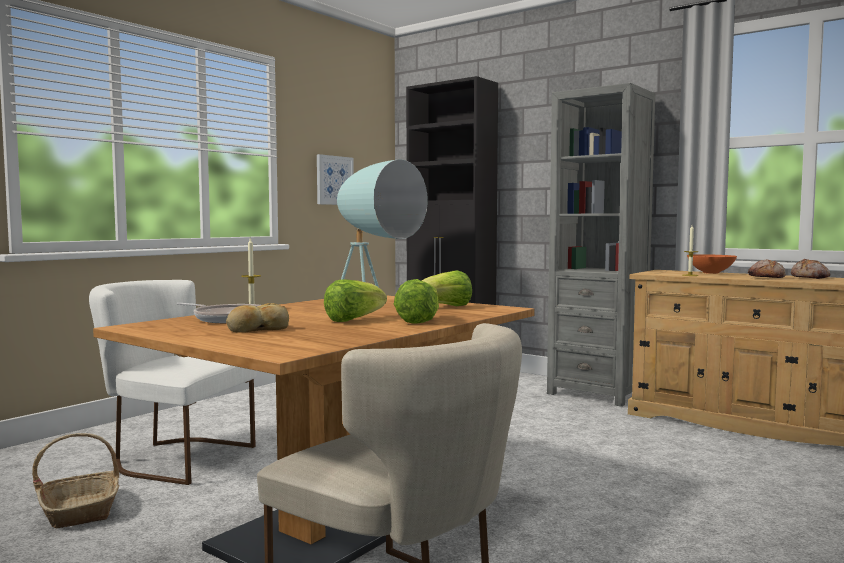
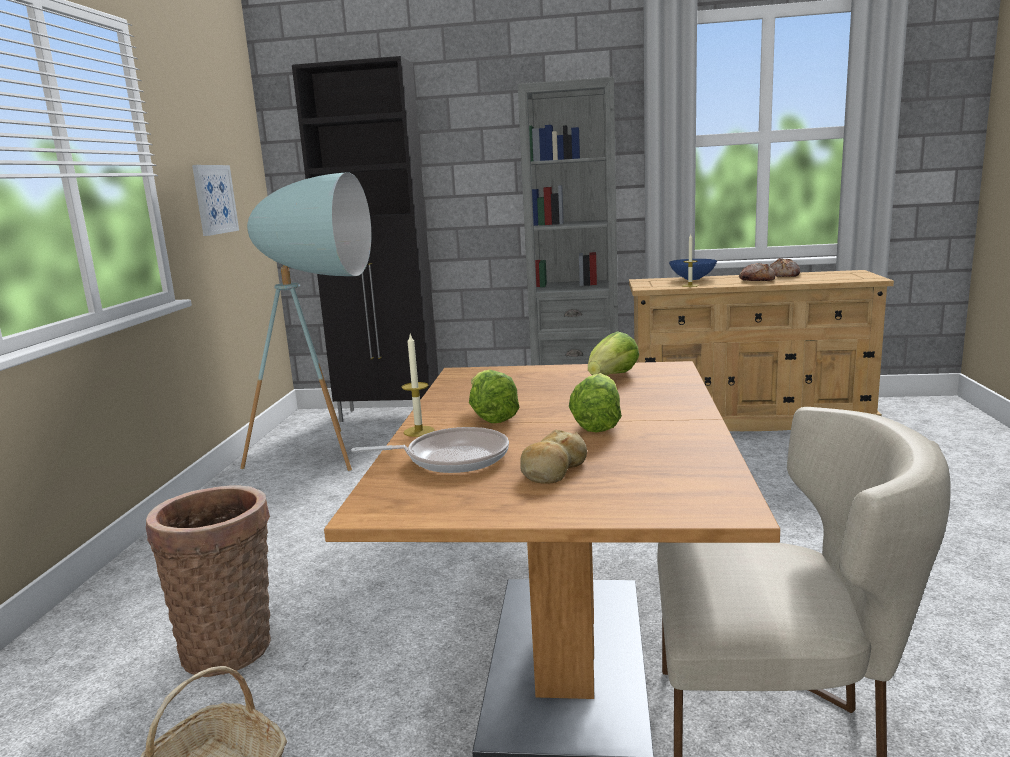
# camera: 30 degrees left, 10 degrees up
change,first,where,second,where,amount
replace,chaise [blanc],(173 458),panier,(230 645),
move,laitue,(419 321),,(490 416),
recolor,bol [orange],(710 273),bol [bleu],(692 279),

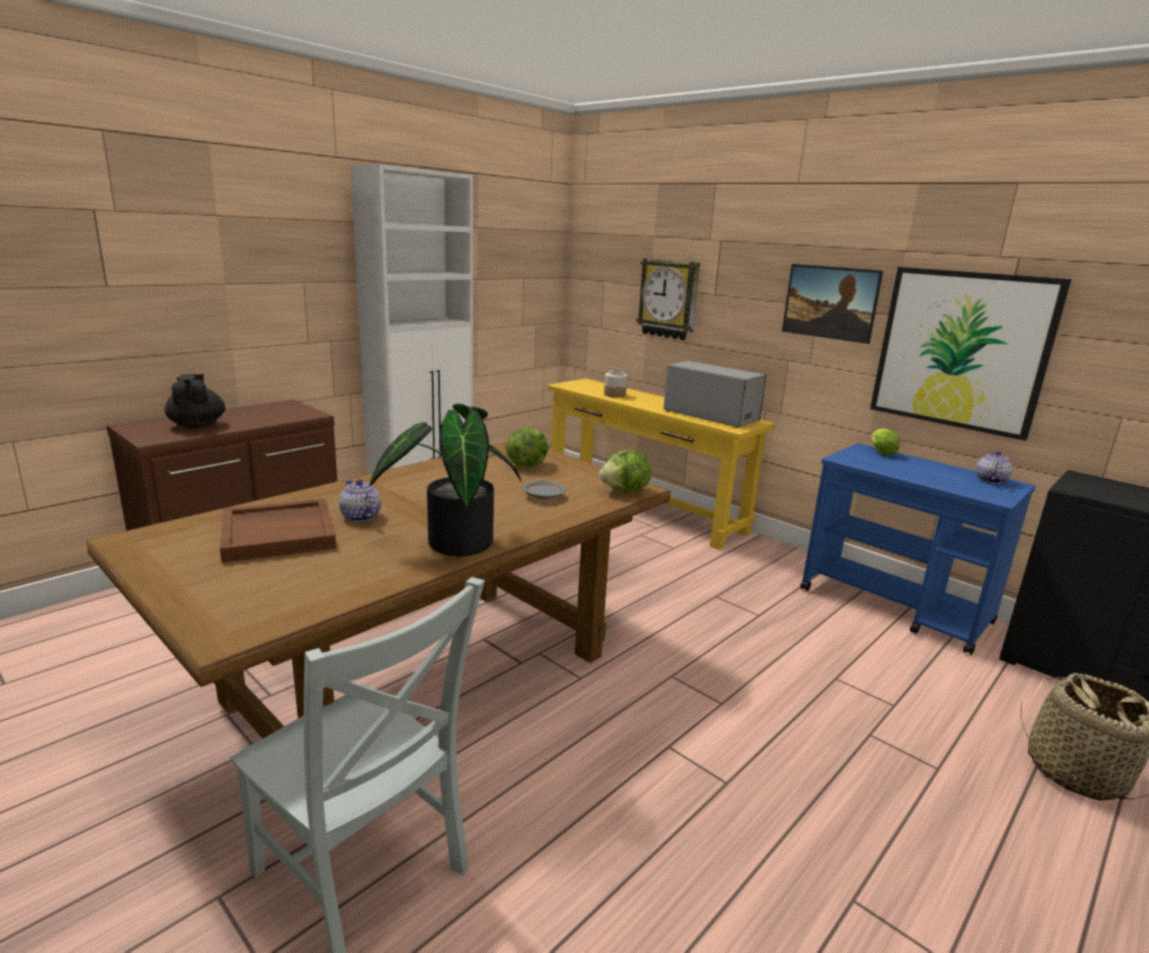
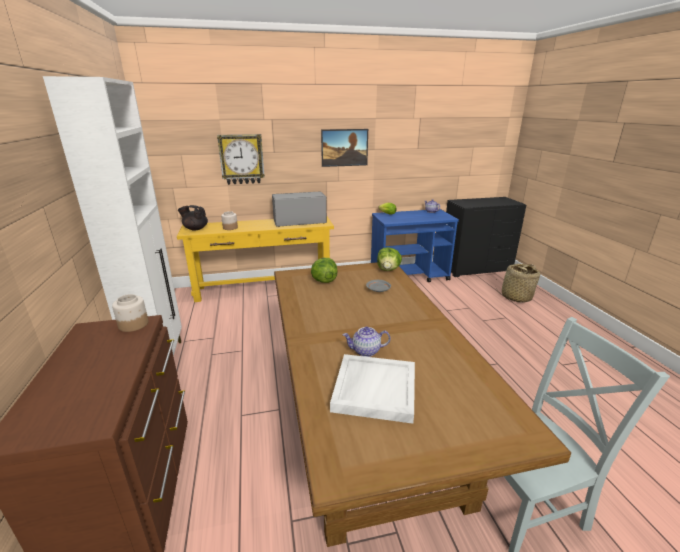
# camera: 55 degrees left, 5 degrees up
change,first,where,second,where,amount
insert,,,bocal,(133 324),
move,théière [noir],(197 425),,(195 229),
recolor,plateau [marron],(279 533),plateau [blanc],(374 389),
delete,plante en pot,(453 541),,,
delete,tableau,(961 350),,,

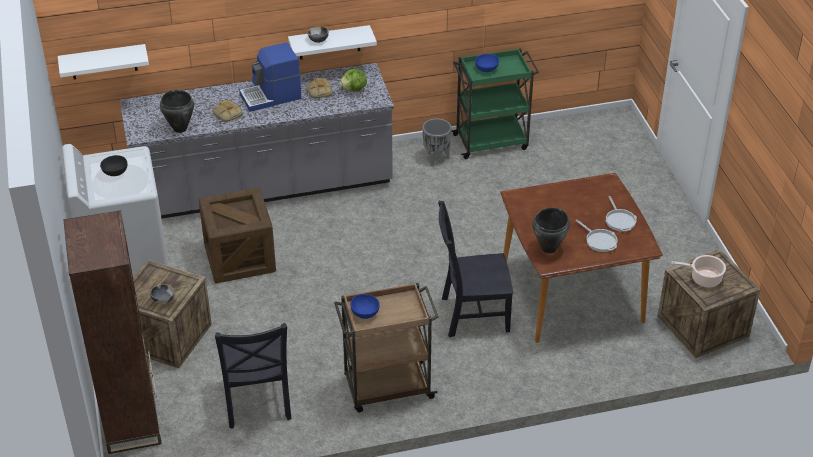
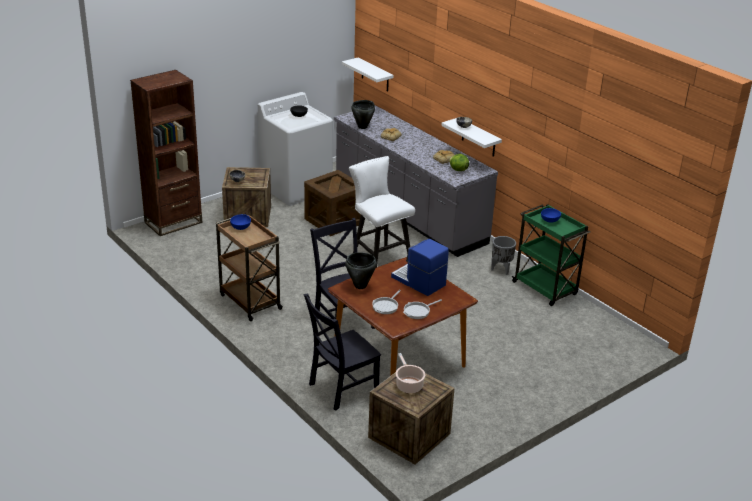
# camera: 65 degrees right, 10 degrees down
change,first,where,second,where,amount
move,chaise [noir],(256 402),,(341 389),
insert,,,tabouret [blanc],(378 259),
move,machine à café,(271 97),,(418 282),

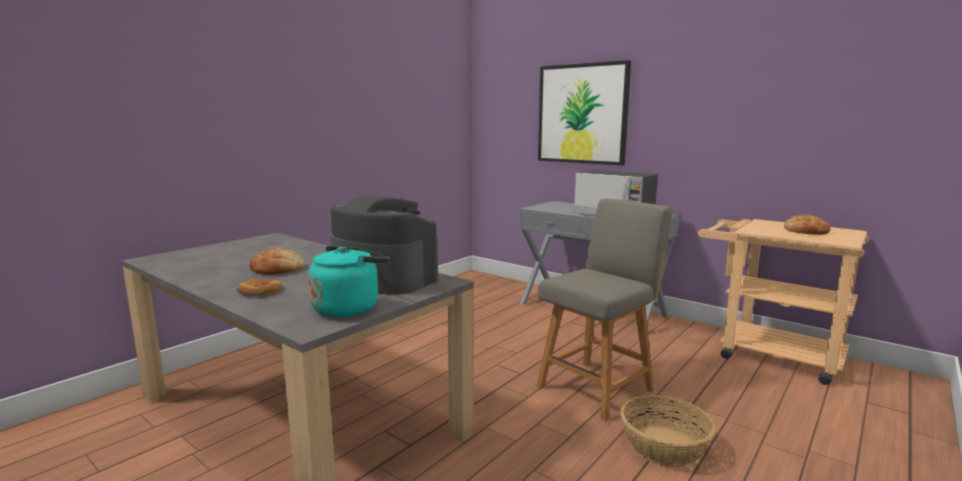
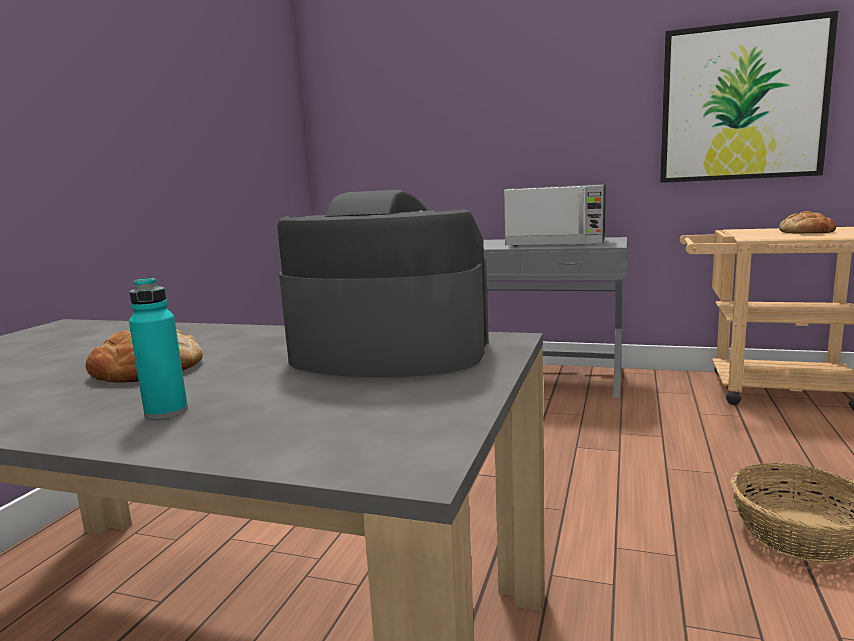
# camera: 20 degrees left, 0 degrees up
change,first,where,second,where,amount
replace,pain,(260 291),bouteille [turquoise],(166 412),
move,tableau,(582 114),,(742 103),
delete,bouilloire [turquoise],(349 308),,,
delete,chaise [gris],(597 387),,,

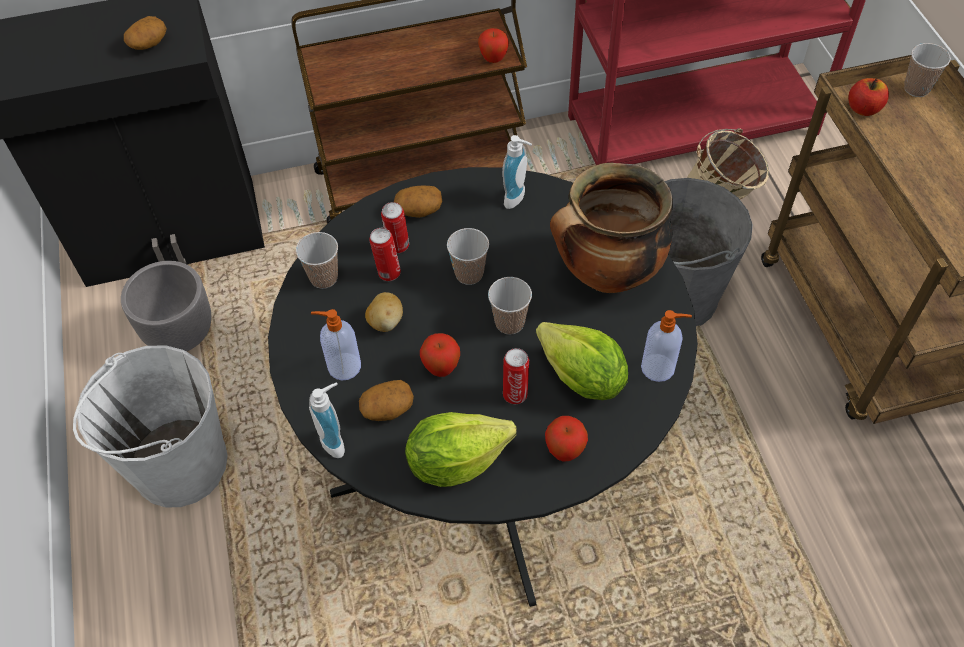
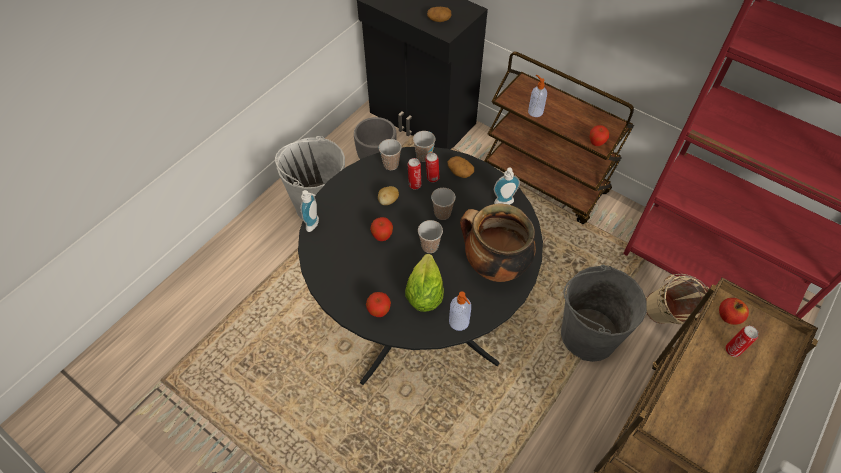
# camera: 50 degrees right, 0 degrees up
change,first,where,second,where,amount
move,tasse,(916 89),,(424 156),
move,distributeur de savon,(343 366),,(535 111),
move,boîte métallique,(515 393),,(733 350),
delete,pomme de terre,(387 409),,,
delete,laitue,(456 461),,,

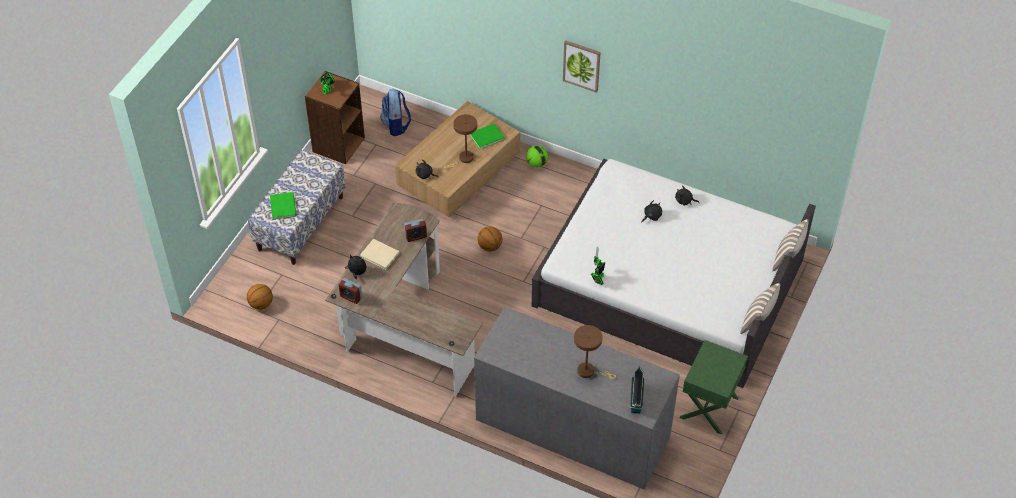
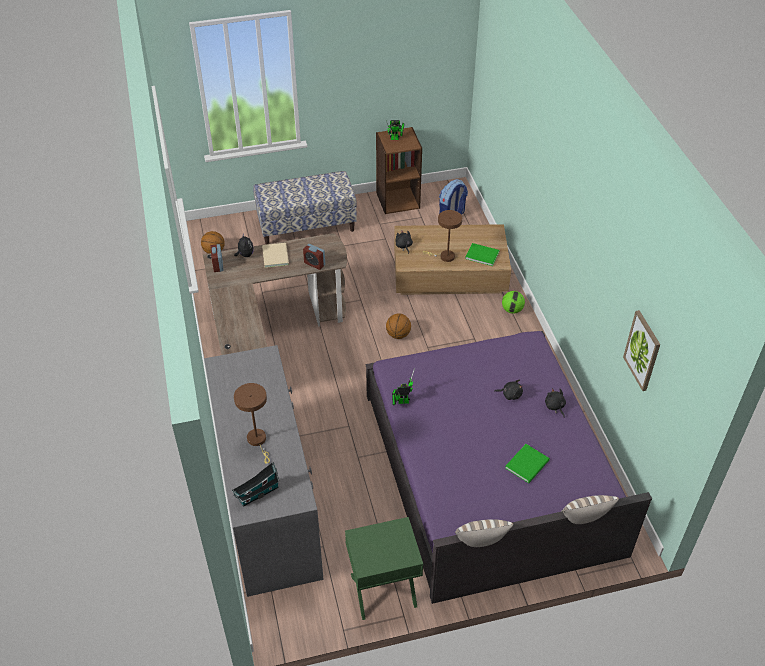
# camera: 50 degrees right, 5 degrees down
change,first,where,second,where,amount
recolor,lit [blanc],(669 283),lit [violet],(489 472),
move,livre [vert],(284 205),,(528 464),
move,tableau,(582 65),,(642 350),

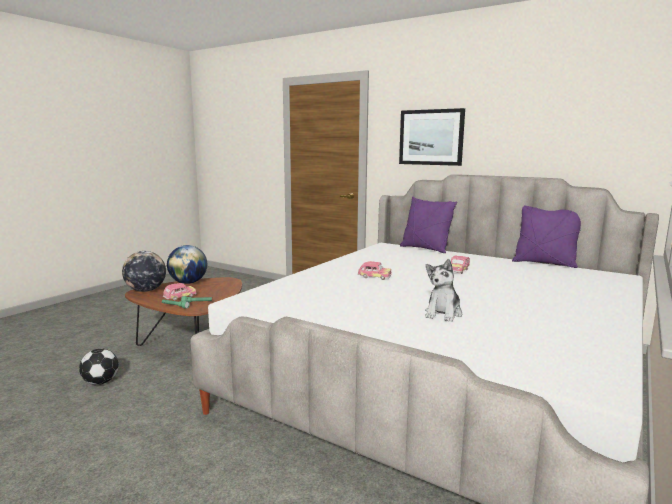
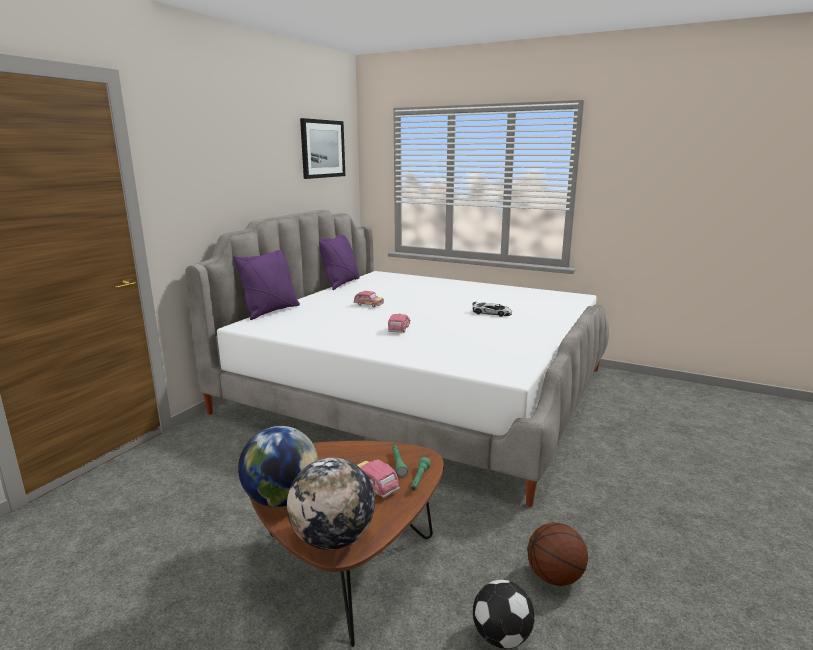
# camera: 95 degrees left, 5 degrees up
change,first,where,second,where,amount
move,tableau,(431 137),,(322 149),
replace,peluche,(443 313),petite voiture,(492 313),
insert,,,ballon de basket,(555 576),

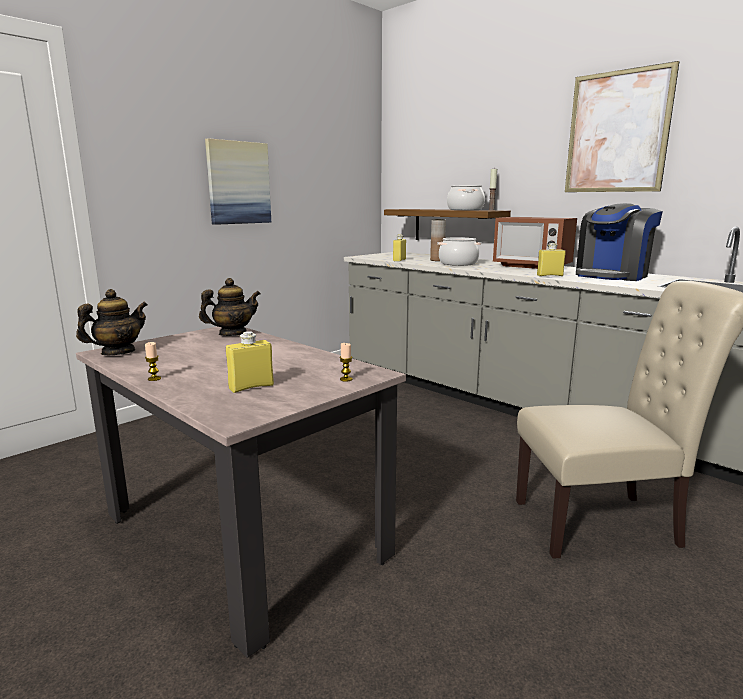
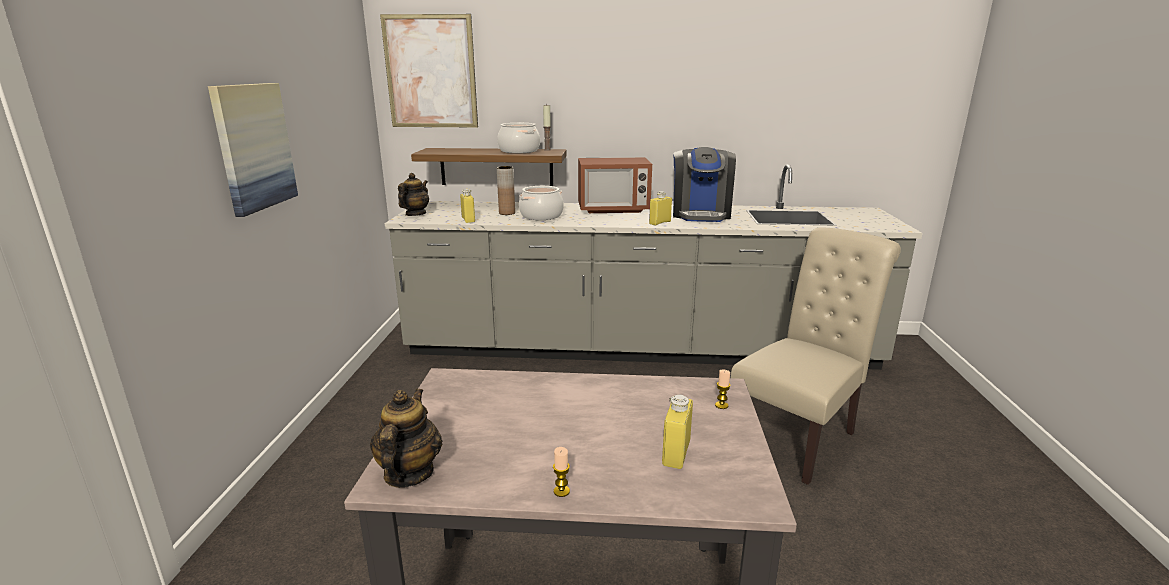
# camera: 40 degrees left, 5 degrees up
change,first,where,second,where,amount
move,tableau,(617 132),,(430 72),
move,théière,(232 334),,(415 214),

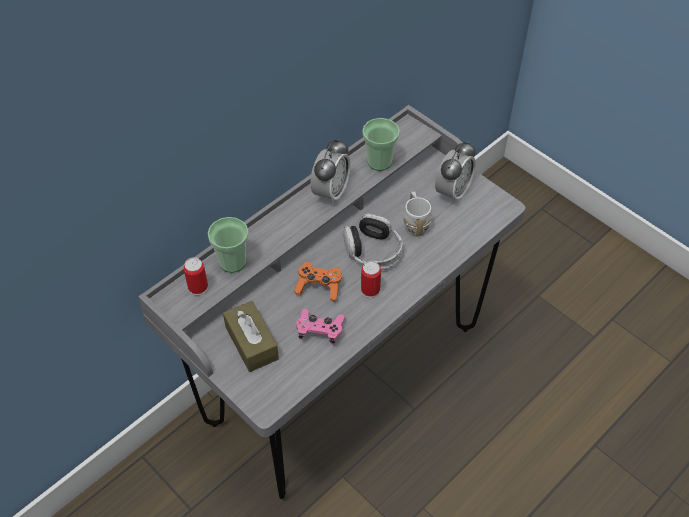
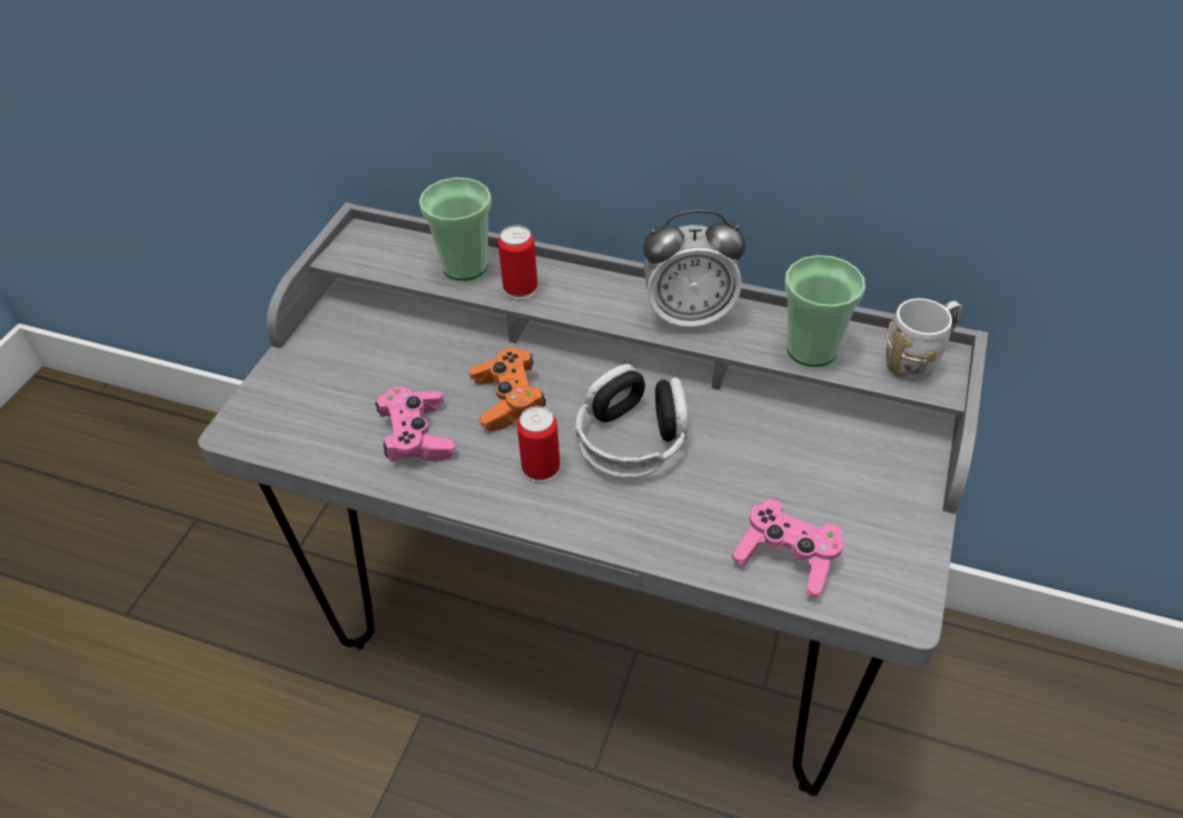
# camera: 65 degrees right, 5 degrees down
change,first,where,second,where,amount
move,boîte métallique,(198 287),,(520 289),
insert,,,manette [rose],(787 558),
move,mug [blanc],(415 223),,(918 360),
delete,boîte à mouchoirs [marron],(251 343),,,
delete,réveil,(452 191),,,

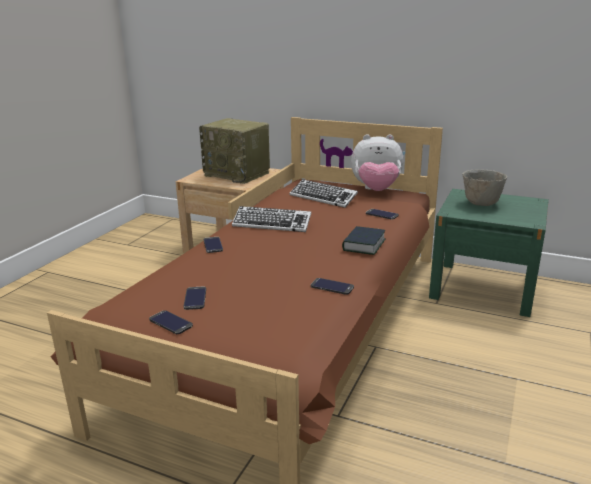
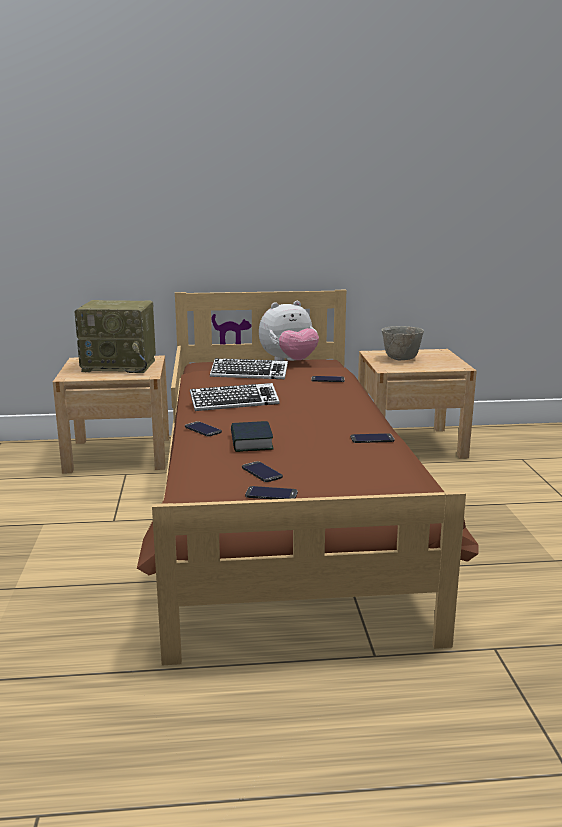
# camera: 30 degrees left, 5 degrees down
change,first,where,second,where,amount
move,livre,(364 245),,(251 442),
recolor,table de chevet [vert],(483 288),table de chevet [beige],(409 444),

